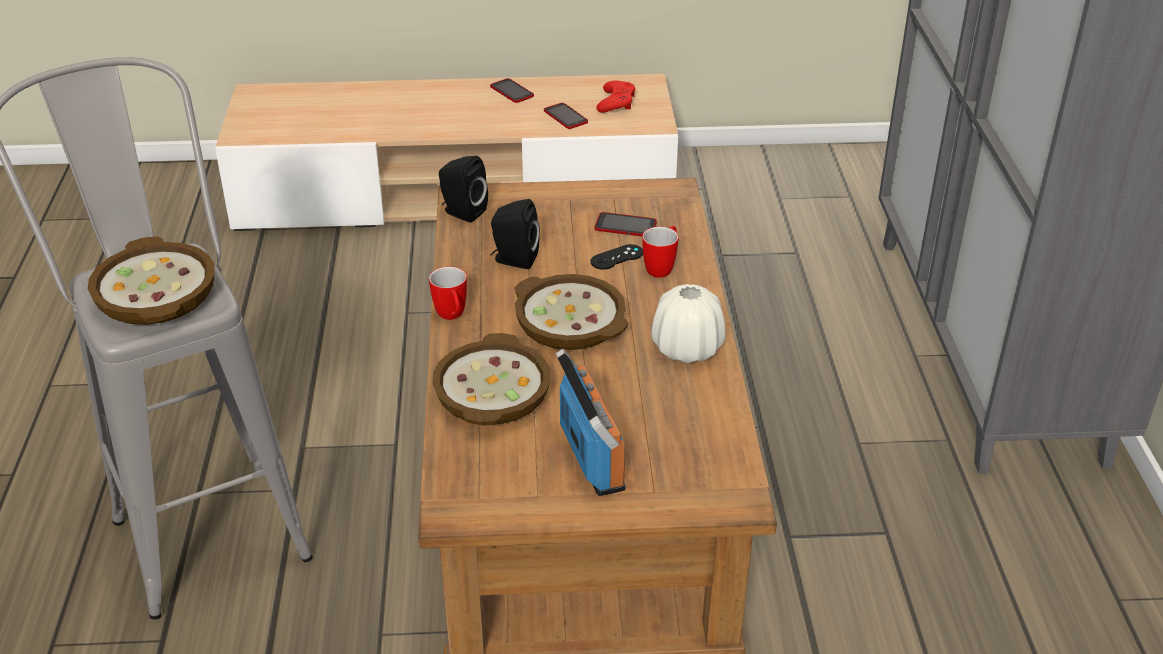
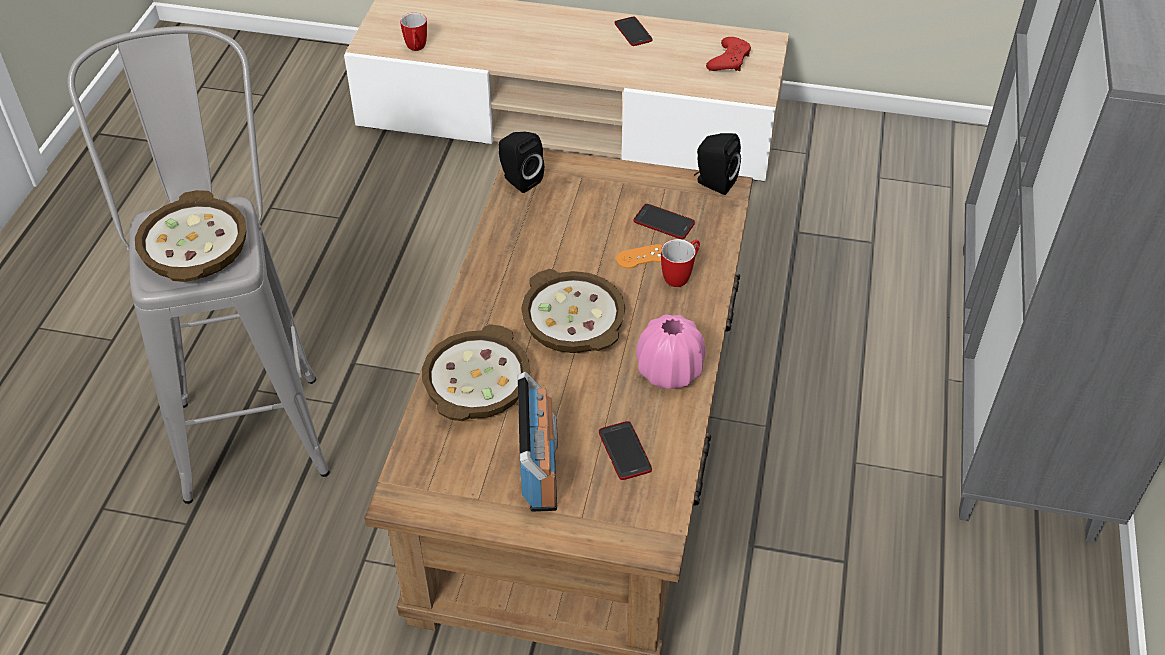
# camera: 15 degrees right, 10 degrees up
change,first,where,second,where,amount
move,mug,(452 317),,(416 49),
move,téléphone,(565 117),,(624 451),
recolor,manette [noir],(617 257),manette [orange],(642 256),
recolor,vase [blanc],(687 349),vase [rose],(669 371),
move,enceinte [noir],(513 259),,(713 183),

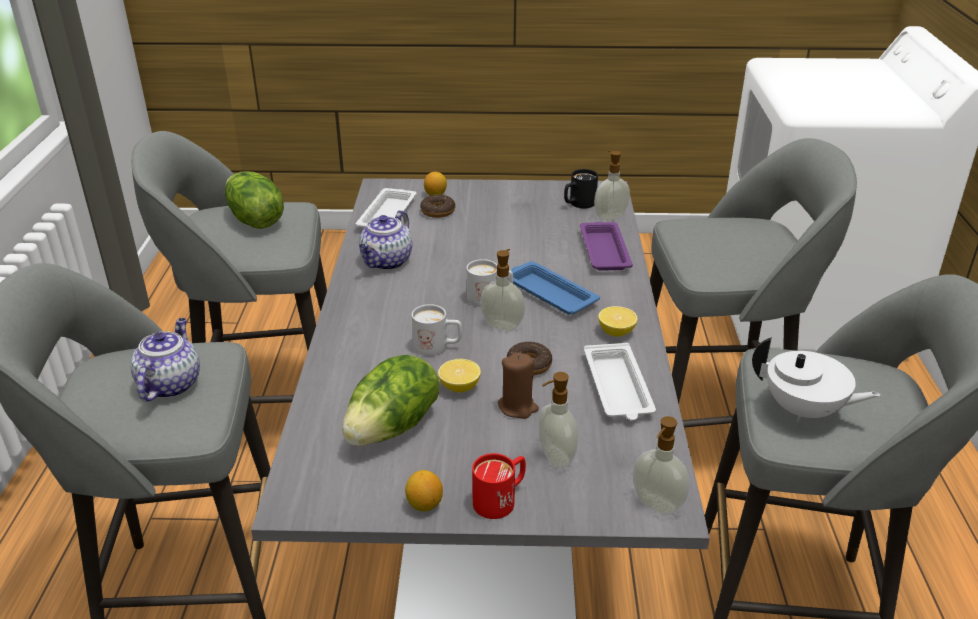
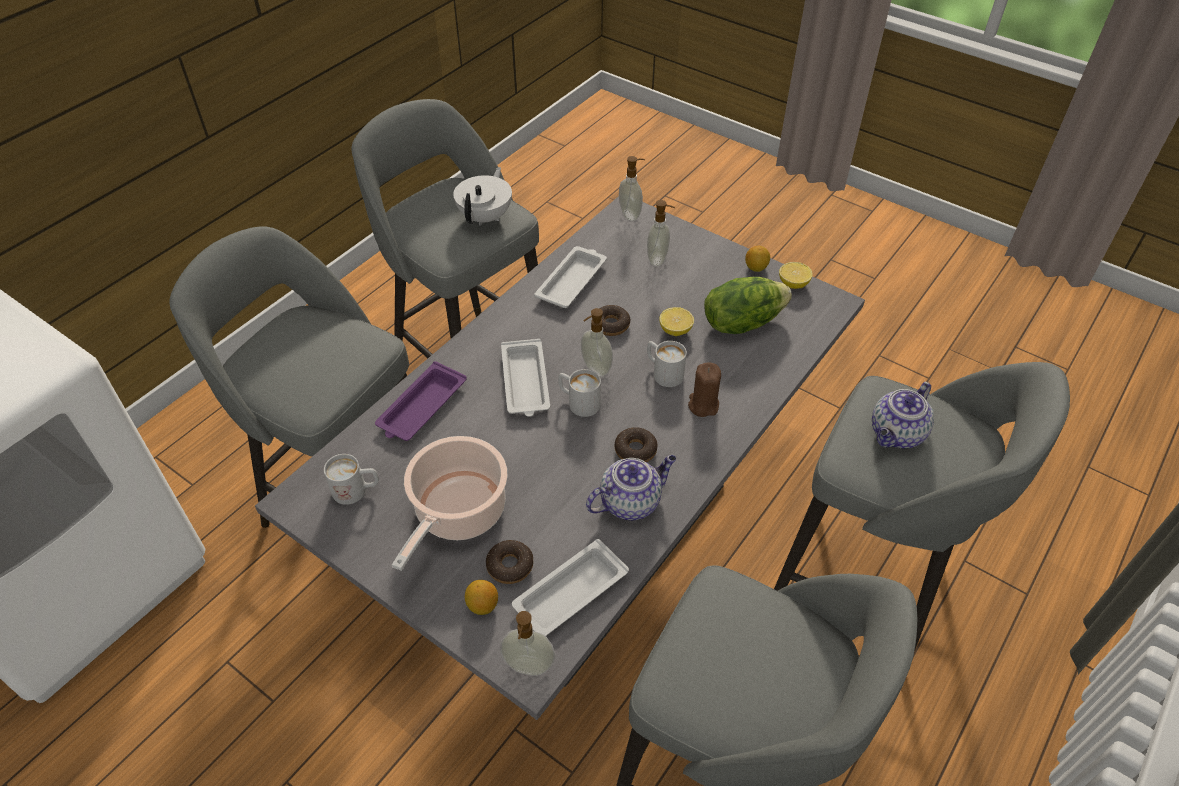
# camera: 145 degrees left, 15 degrees up
change,first,where,second,where,amount
recolor,mug [noir],(578 204),mug [blanc],(357 490),
insert,,,marmite,(457 513),
rotate,théière [blanc],(804 410),,(486 217),45 degrees clockwise
move,distributeur de savon,(609 216),,(528 667),
recolor,plateau [bleu],(548 293),plateau [blanc],(525 383),
insert,,,beignet,(635 450),
move,bougie [marron],(518 407),,(703 405),
move,citron,(616 332),,(793 284),
delete,laitue,(254 220),,,
delete,mug [rouge],(501 499),,,

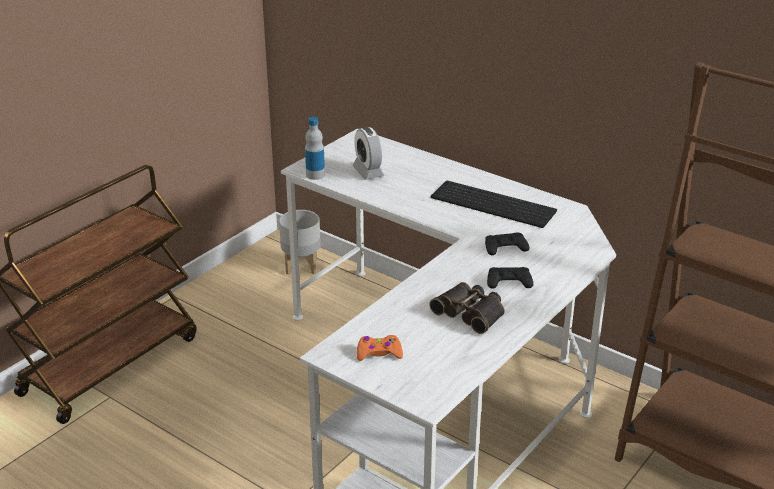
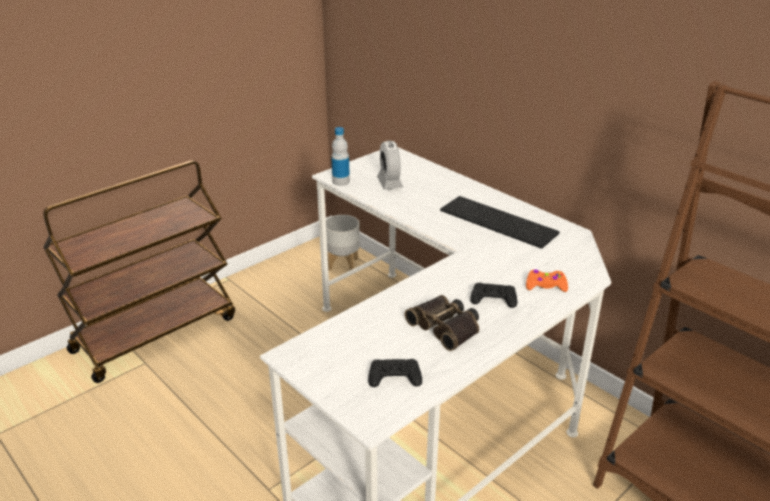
# camera: 10 degrees right, 0 degrees up
change,first,where,second,where,amount
move,manette [noir],(505 248),,(394 377),
move,manette [orange],(379 353),,(545 285),

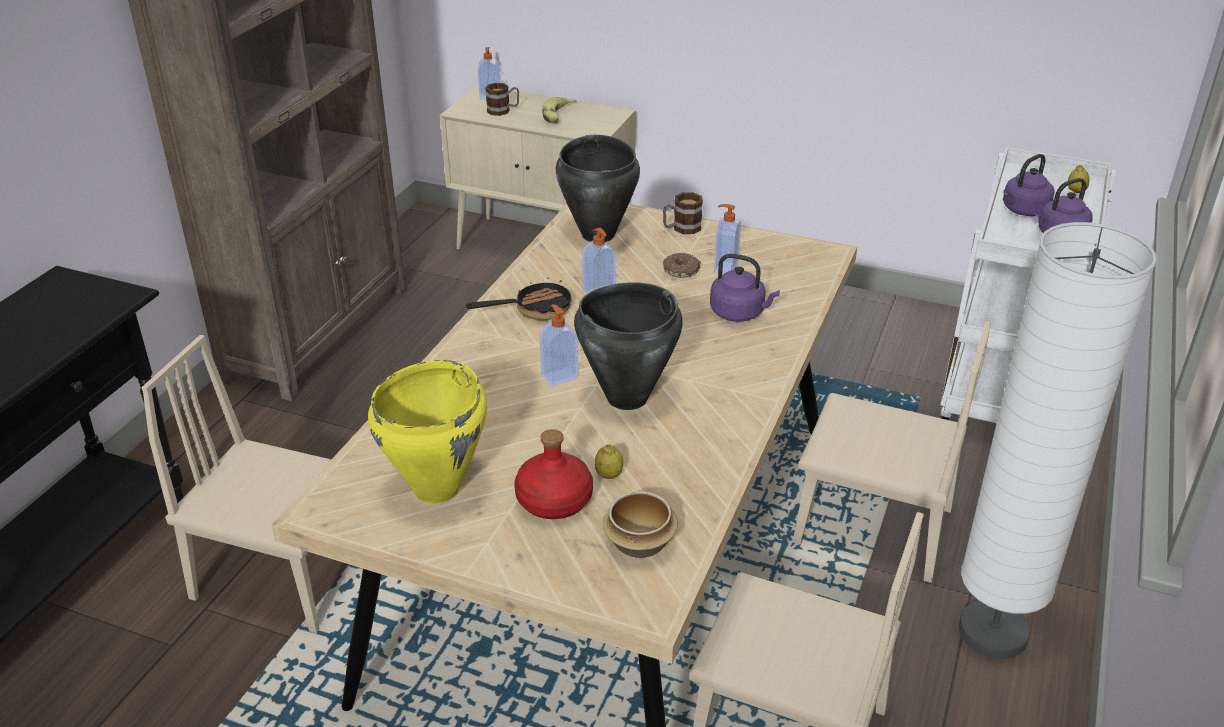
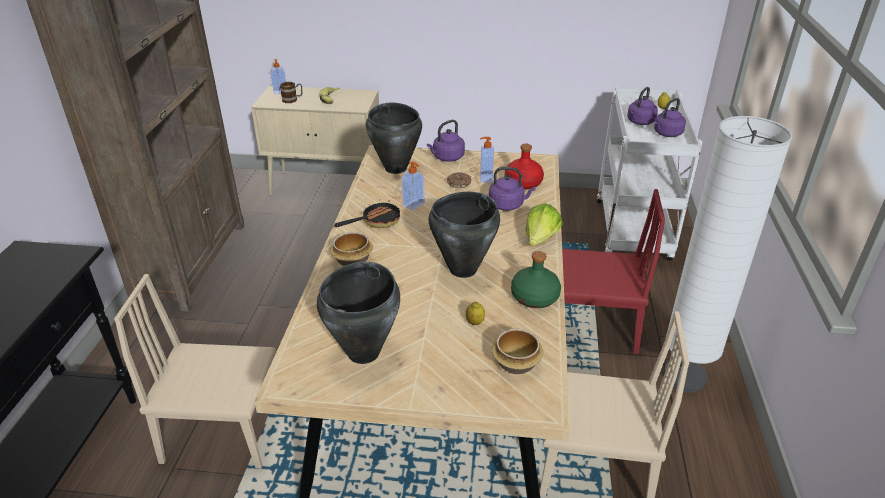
# camera: 15 degrees left, 0 degrees up
change,first,where,second,where,amount
recolor,marmite [jaune],(438 489),marmite [noir],(364 352),
insert,,,bol,(353 262),
replace,mug,(681 228),bouilloire [violet],(447 158),
move,bouteille [rouge],(553 500),,(523 183),
insert,,,bouteille [vert],(534 297),
insert,,,laitue,(541 239),
recolor,chaise [beige],(872 526),chaise [rouge],(591 326),
delete,distributeur de savon,(559 376),,,

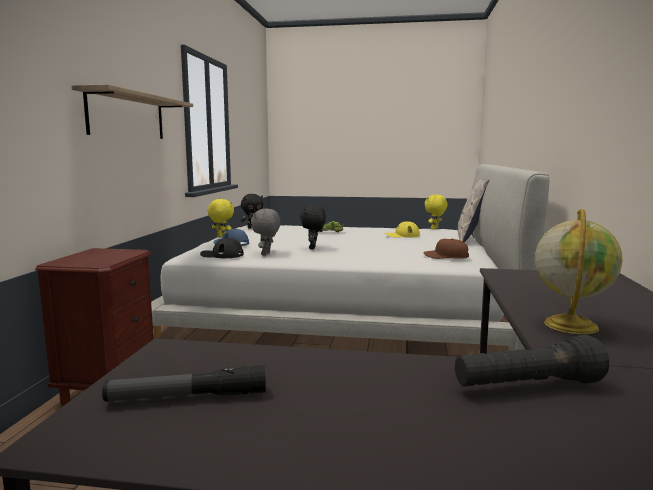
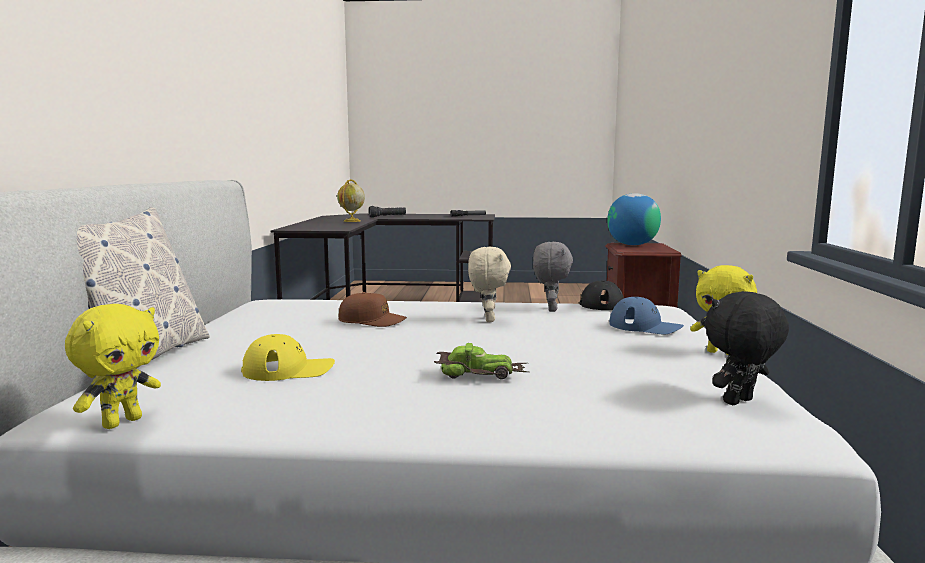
# camera: 175 degrees right, 0 degrees up
change,first,where,second,where,amount
move,casquette [marron],(446 256),,(372 321),
recolor,peluche [noir],(313 248),peluche [beige],(487 319),
insert,,,globe,(632 245),
delete,étagère,(127 116),,,

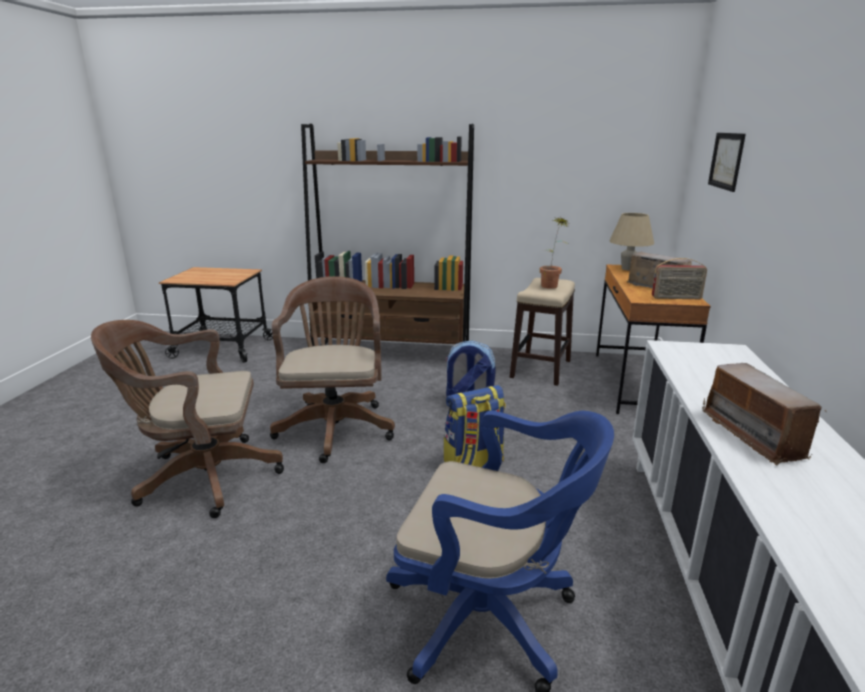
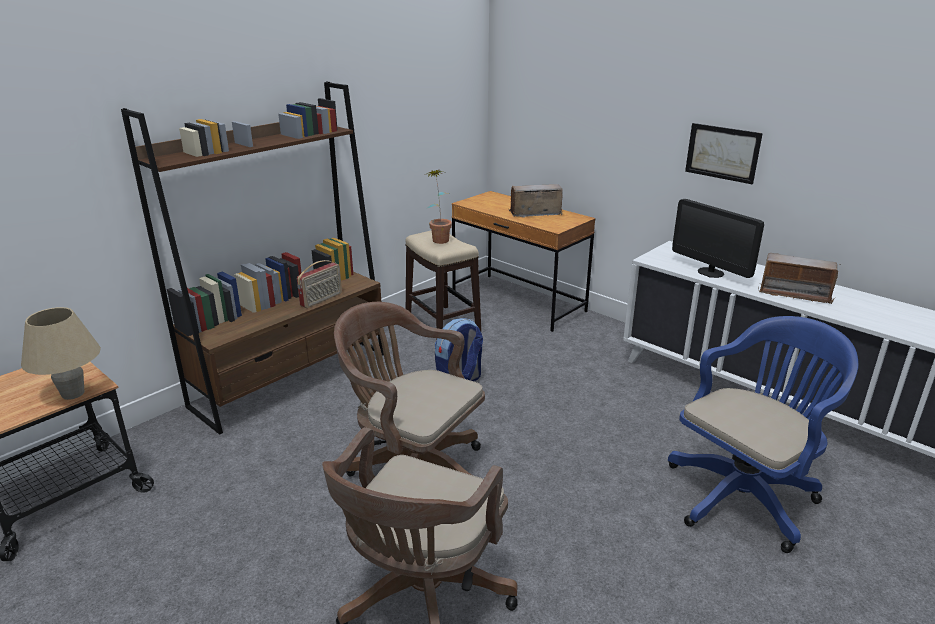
# camera: 55 degrees left, 5 degrees up
change,first,where,second,where,amount
move,lampe de table [beige],(628 269),,(73 394),
move,radio,(676 298),,(322 300),
insert,,,écran d'ordinateur,(710 272),
move,tableau,(726 161),,(722 153),
delete,sac à dos,(473 463),,,

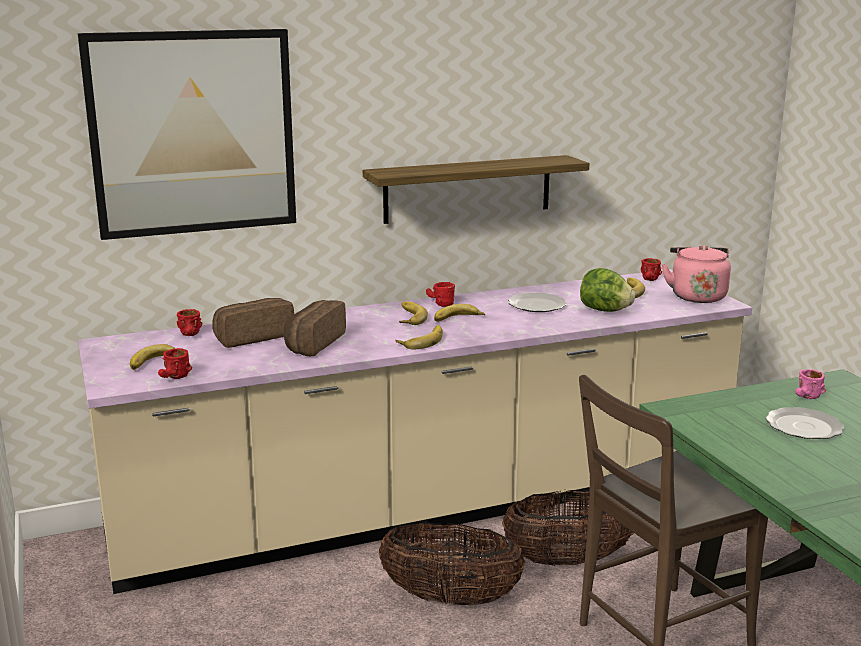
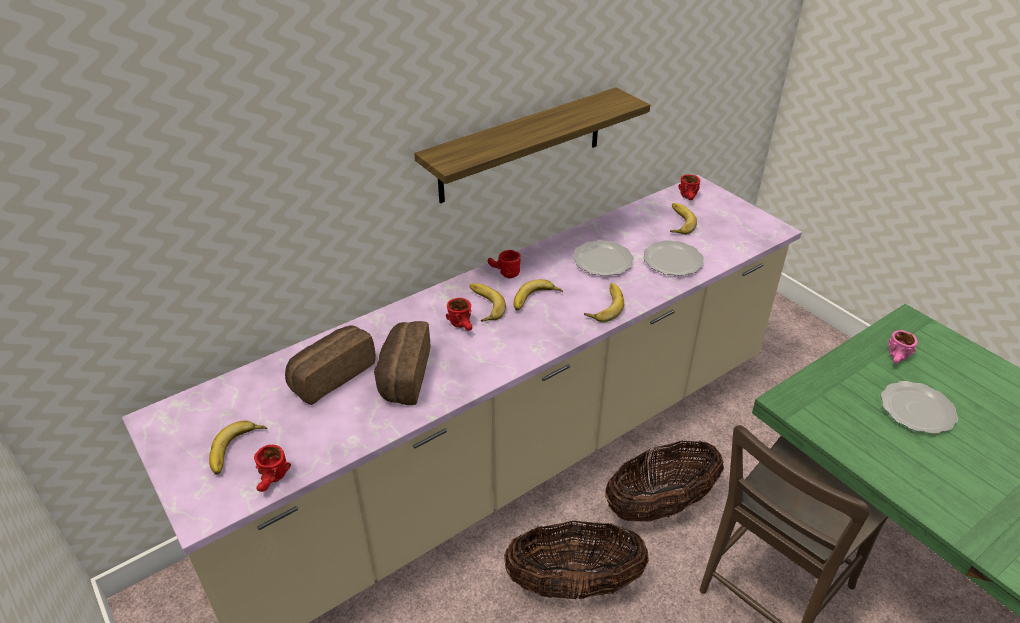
# camera: 15 degrees left, 20 degrees up
change,first,where,second,where,amount
move,mug [rouge],(191 335),,(464 326),
move,banane,(421 340),,(603 305),
replace,laitue,(604 310),assiette,(672 260),
delete,tableau,(192 133),,,
delete,bouilloire [rose],(696 296),,,

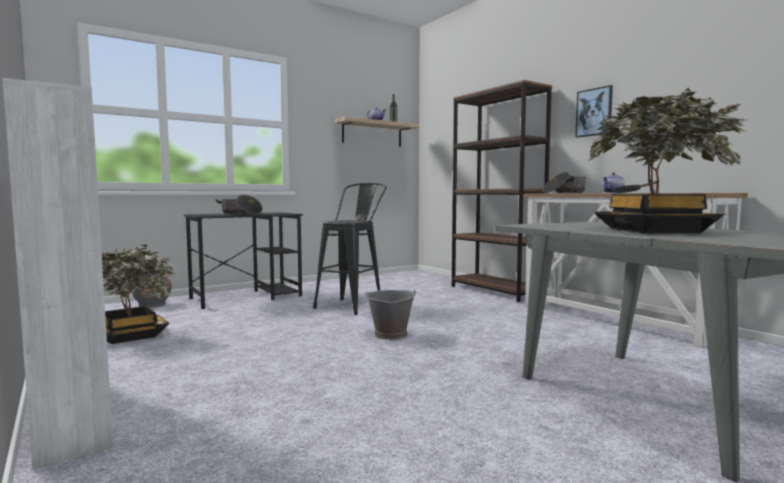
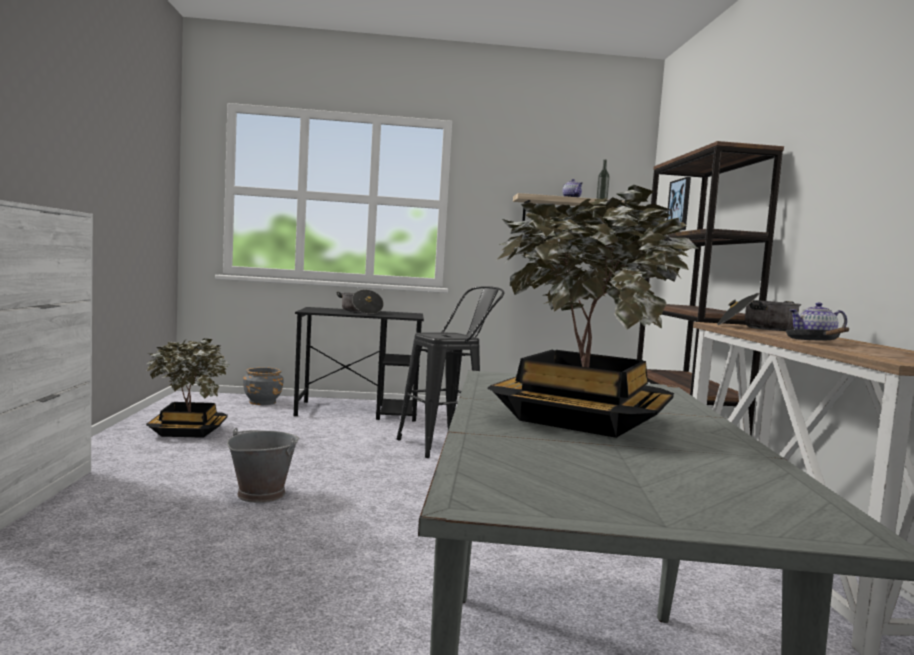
# camera: 30 degrees right, 0 degrees up
change,first,where,second,where,amount
move,seau [gris],(390 334),,(261 494),
move,tableau,(594 112),,(679 205),

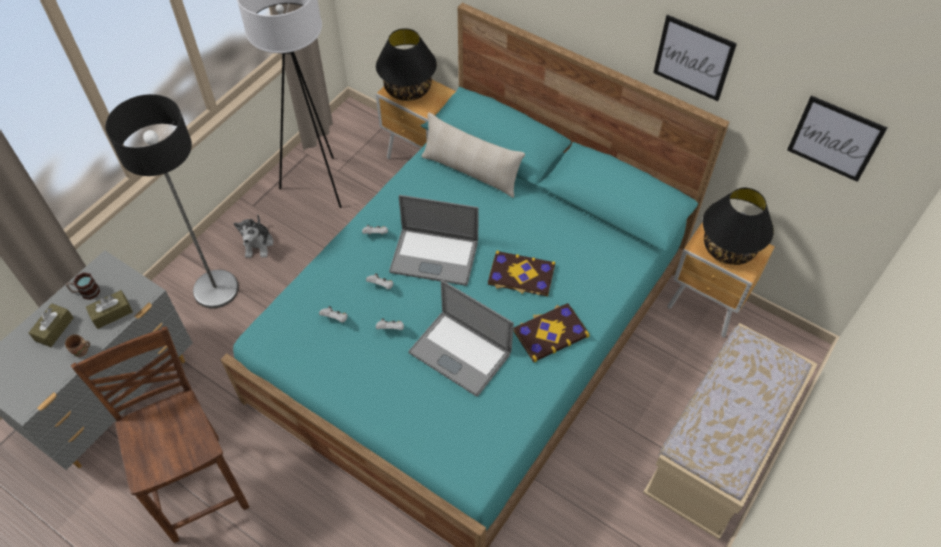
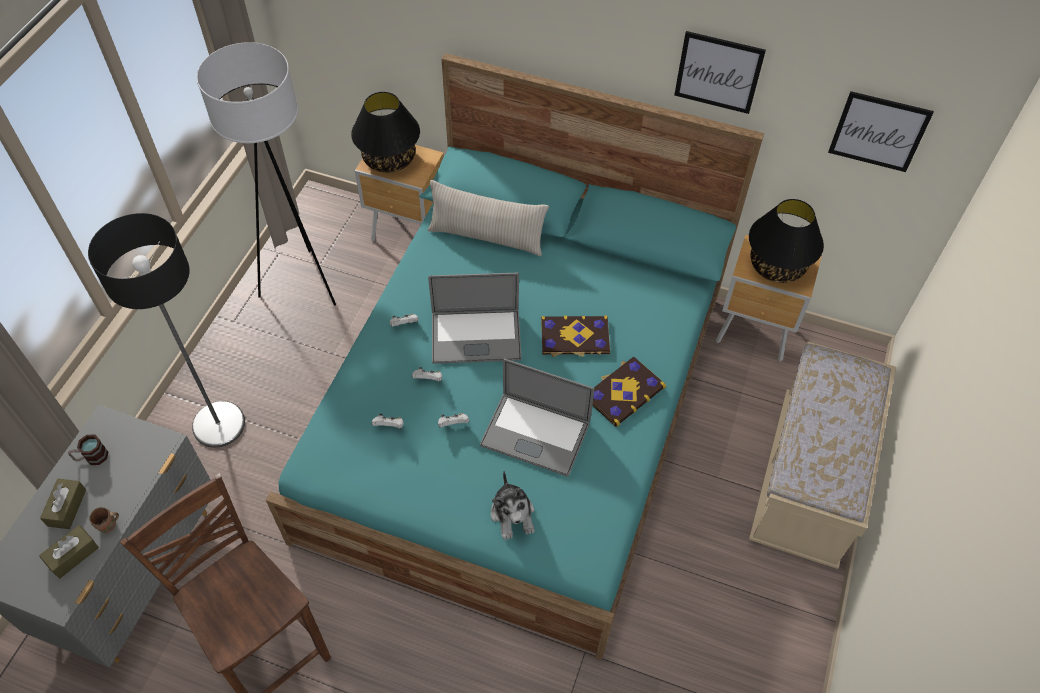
# camera: 15 degrees left, 0 degrees up
change,first,where,second,where,amount
move,boîte à mouchoirs [marron],(112 313),,(73 555),
move,peluche,(258 244),,(513 514),

